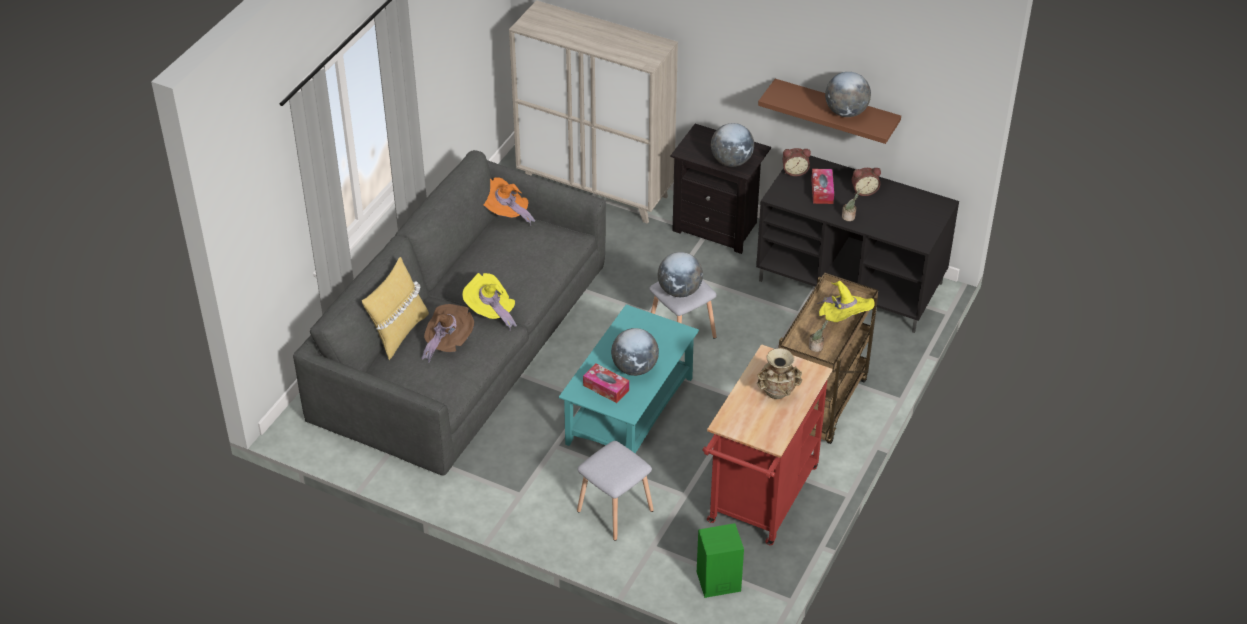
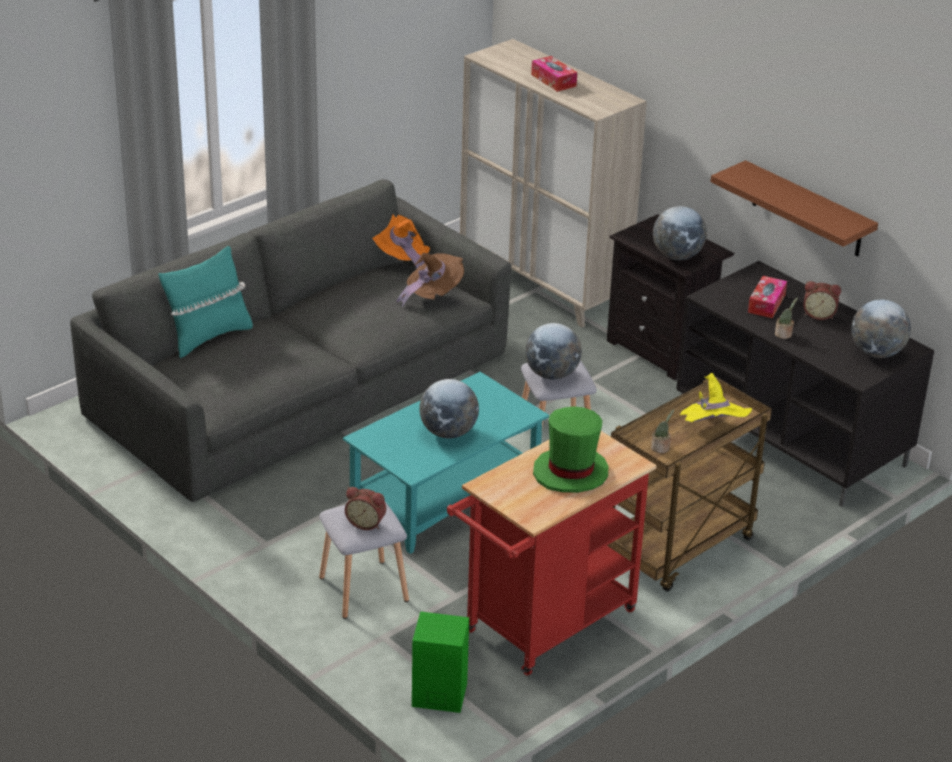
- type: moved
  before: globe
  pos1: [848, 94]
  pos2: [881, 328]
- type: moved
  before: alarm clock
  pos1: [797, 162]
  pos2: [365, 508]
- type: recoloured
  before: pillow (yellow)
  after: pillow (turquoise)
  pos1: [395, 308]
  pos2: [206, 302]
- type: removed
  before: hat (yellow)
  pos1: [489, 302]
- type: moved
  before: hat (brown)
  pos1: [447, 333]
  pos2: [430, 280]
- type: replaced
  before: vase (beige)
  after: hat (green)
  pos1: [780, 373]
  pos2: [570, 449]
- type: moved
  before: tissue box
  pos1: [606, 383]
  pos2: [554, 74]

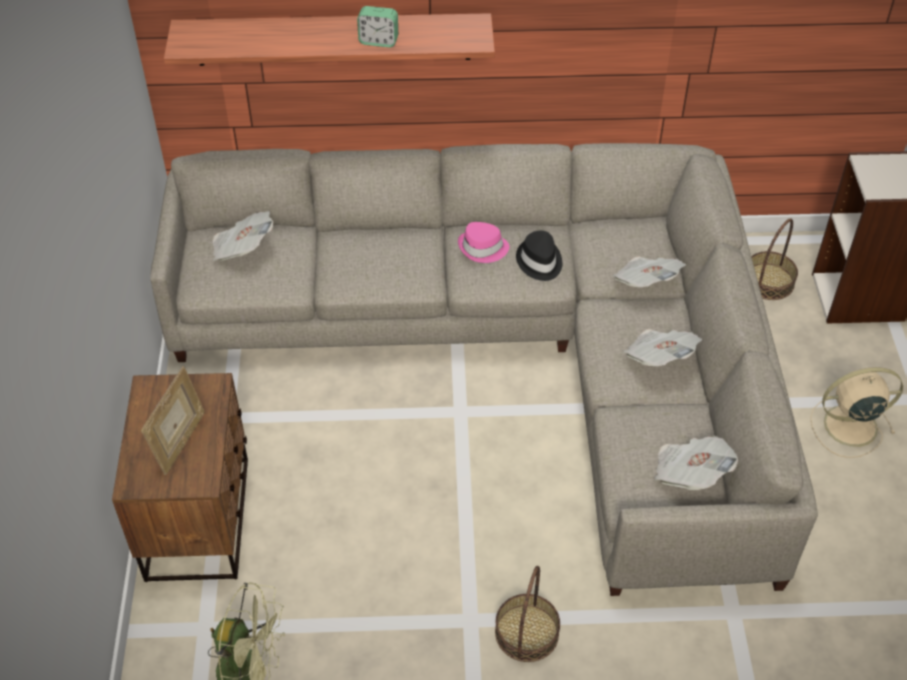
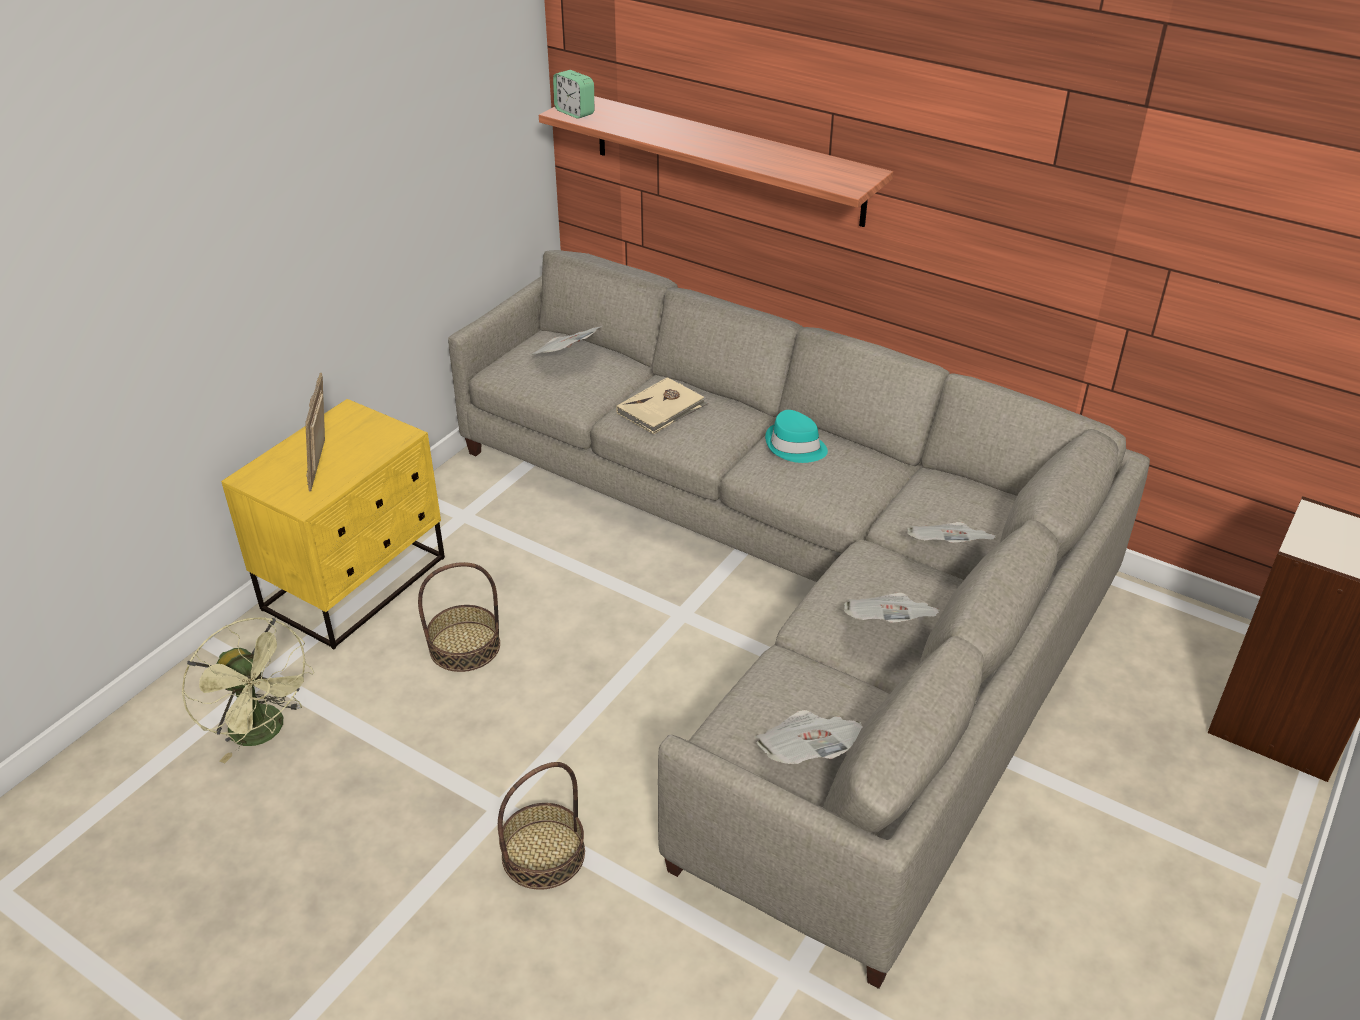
- type: moved
  before: alarm clock
  pos1: [377, 26]
  pos2: [573, 94]
- type: moved
  before: basket
  pos1: [774, 259]
  pos2: [459, 617]
- type: recoloured
  before: hat (pink)
  after: hat (turquoise)
  pos1: [483, 242]
  pos2: [796, 436]
- type: removed
  before: hat (black)
  pos1: [539, 256]
- type: turned
  before: picture frame
  pos1: [173, 420]
  pos2: [315, 432]
  turn: 120
- type: removed
  before: fan (beige)
  pos1: [856, 412]
- type: recoloured
  before: nightstand (brown)
  after: nightstand (yellow)
  pos1: [180, 477]
  pos2: [333, 524]
- type: added
  after: book (beige)
  pos2: [662, 405]

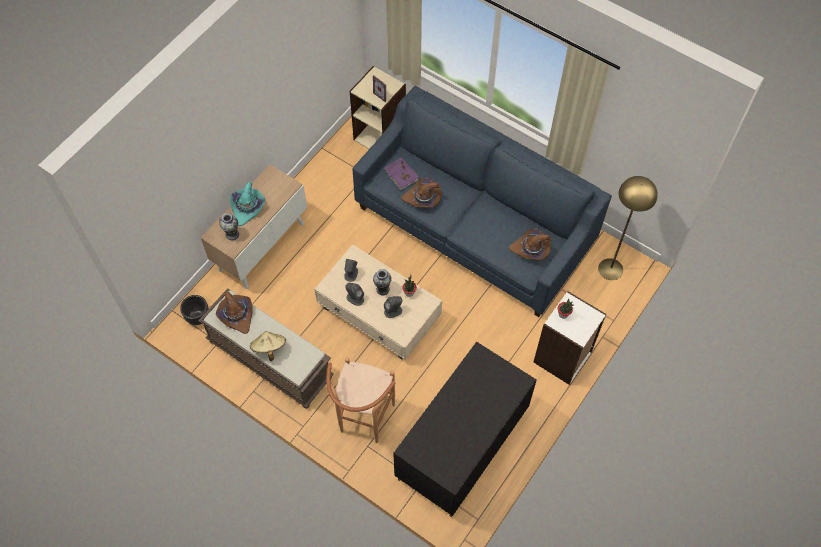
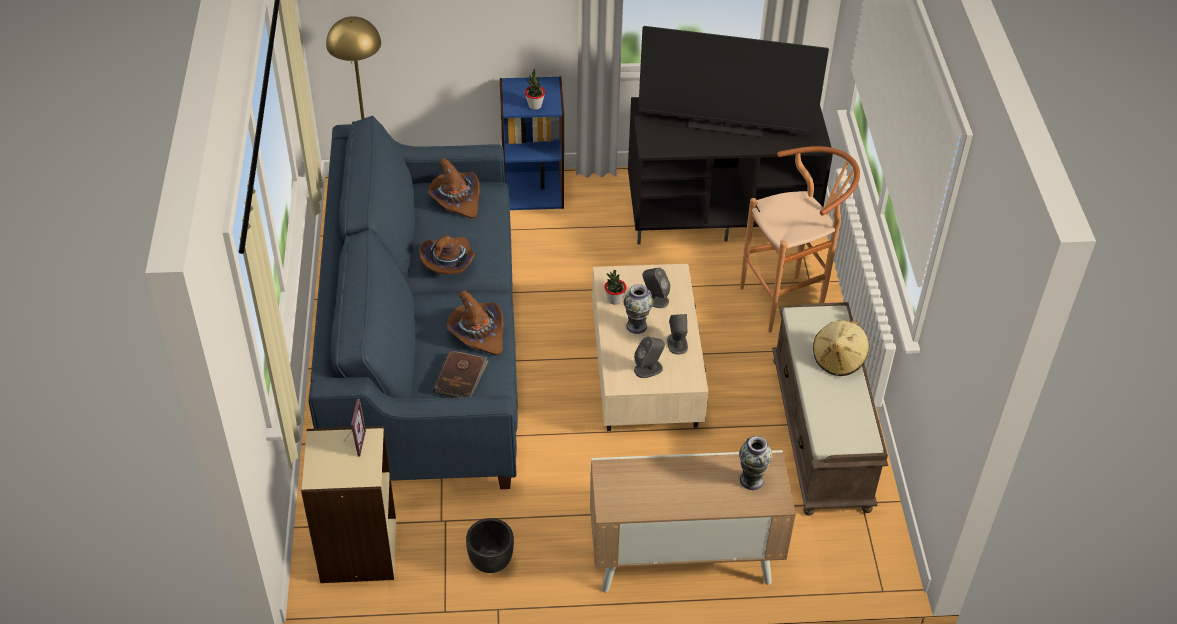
- type: recoloured
  before: book (purple)
  after: book (brown)
  pos1: [401, 173]
  pos2: [461, 374]
- type: removed
  before: hat (turquoise)
  pos1: [247, 204]
- type: moved
  before: hat (brown)
  pos1: [234, 312]
  pos2: [447, 255]
- type: recoloured
  before: bookcase (white)
  after: bookcase (blue)
  pos1: [570, 338]
  pos2: [532, 143]
- type: moved
  before: planter (black)
  pos1: [194, 310]
  pos2: [490, 545]
- type: added
  after: television
  pos2: [733, 81]

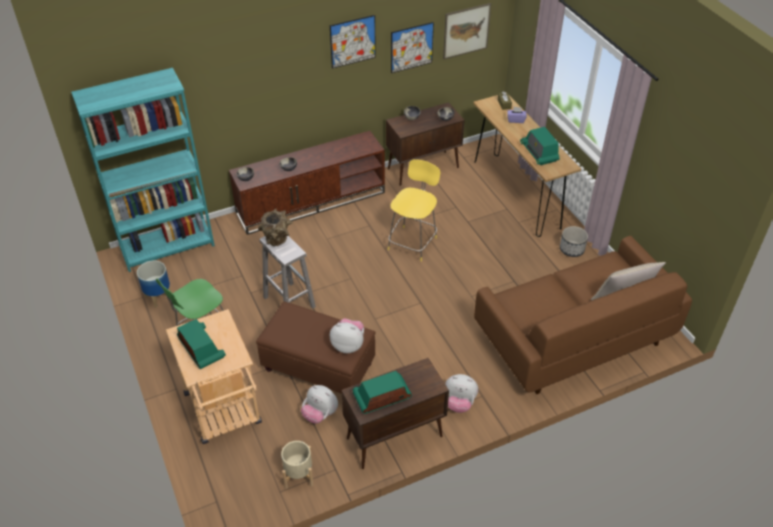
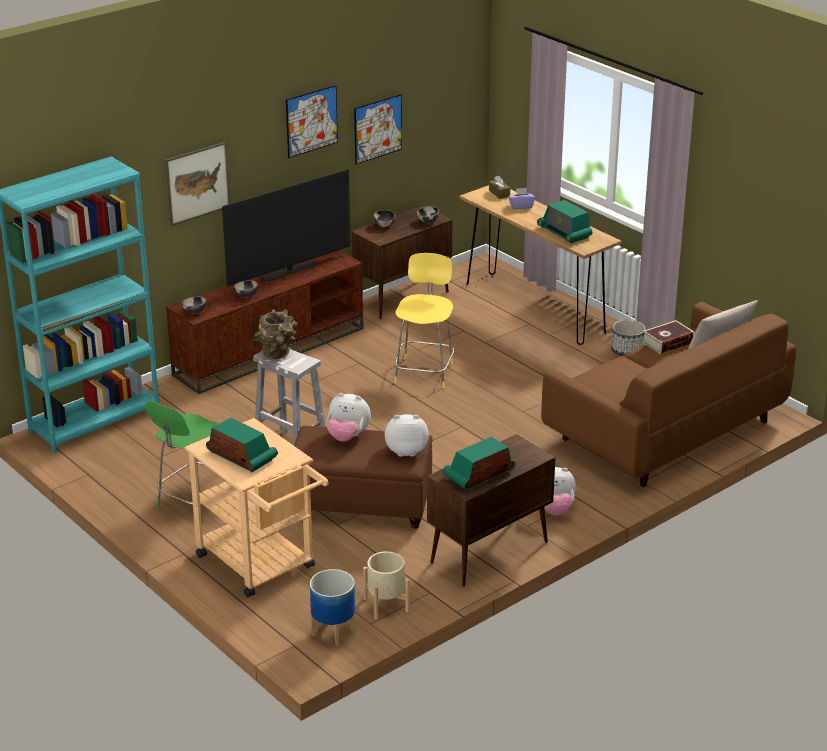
- type: moved
  before: picture
  pos1: [467, 31]
  pos2: [197, 184]
- type: moved
  before: planter
  pos1: [154, 284]
  pos2: [333, 607]
- type: moved
  before: plush toy
  pos1: [319, 404]
  pos2: [349, 417]
- type: added
  after: television
  pos2: [286, 227]
- type: added
  after: book
  pos2: [668, 337]

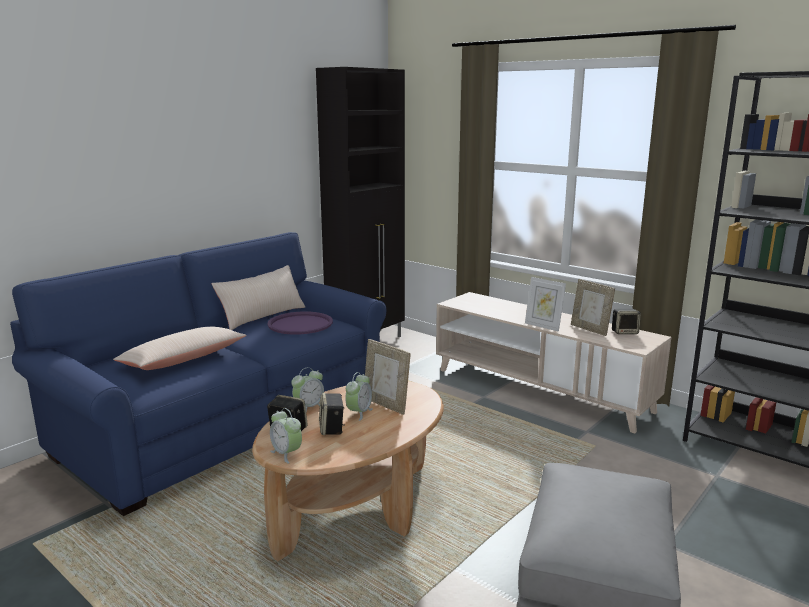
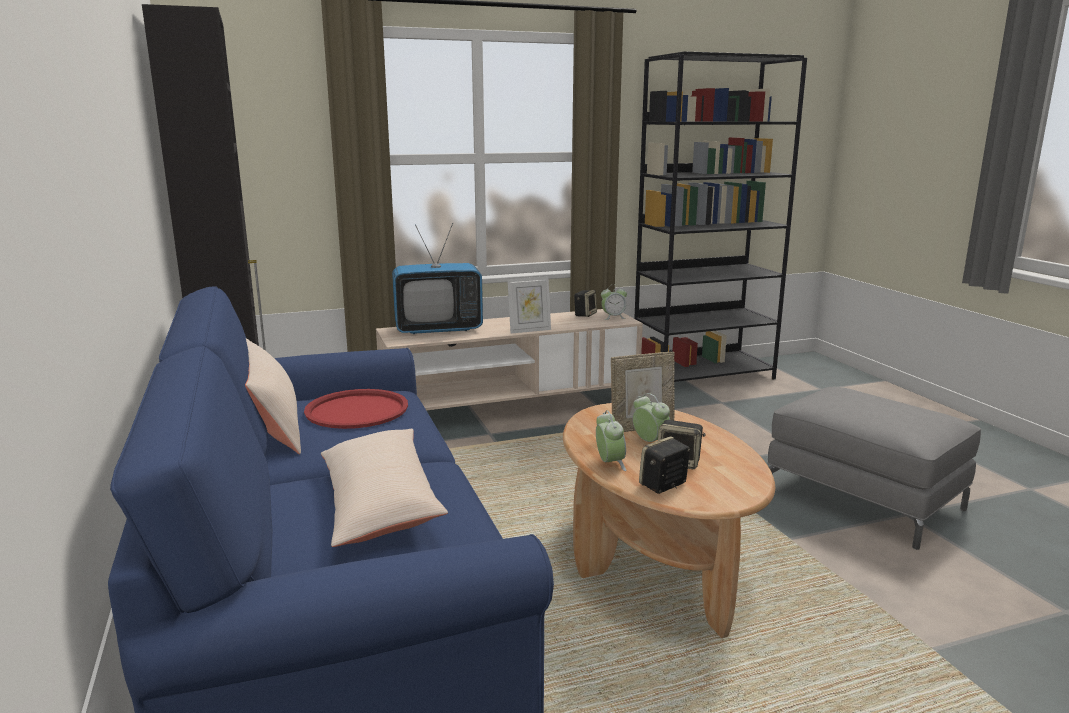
- type: removed
  before: picture frame
  pos1: [593, 307]
- type: recoloured
  before: tray (purple)
  after: tray (red)
  pos1: [300, 323]
  pos2: [356, 409]
- type: moved
  before: alarm clock
  pos1: [286, 435]
  pos2: [614, 302]
- type: added
  after: television
  pos2: [437, 278]

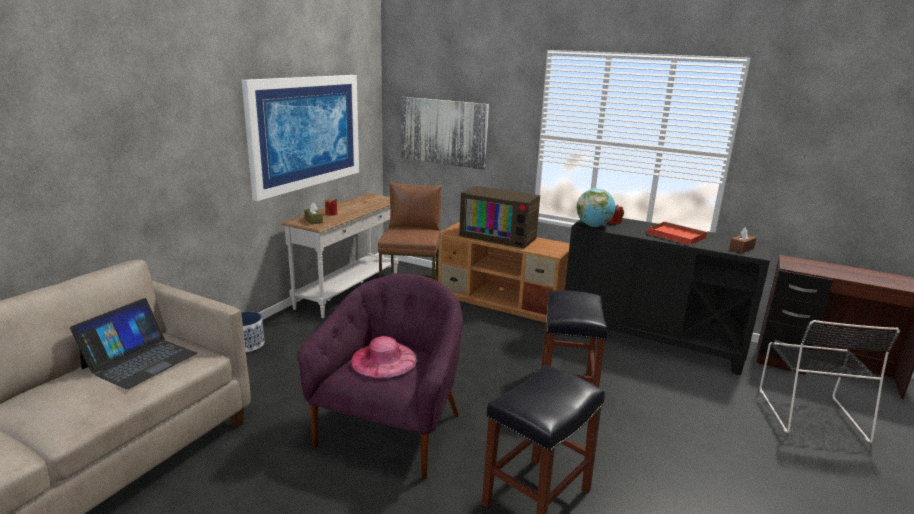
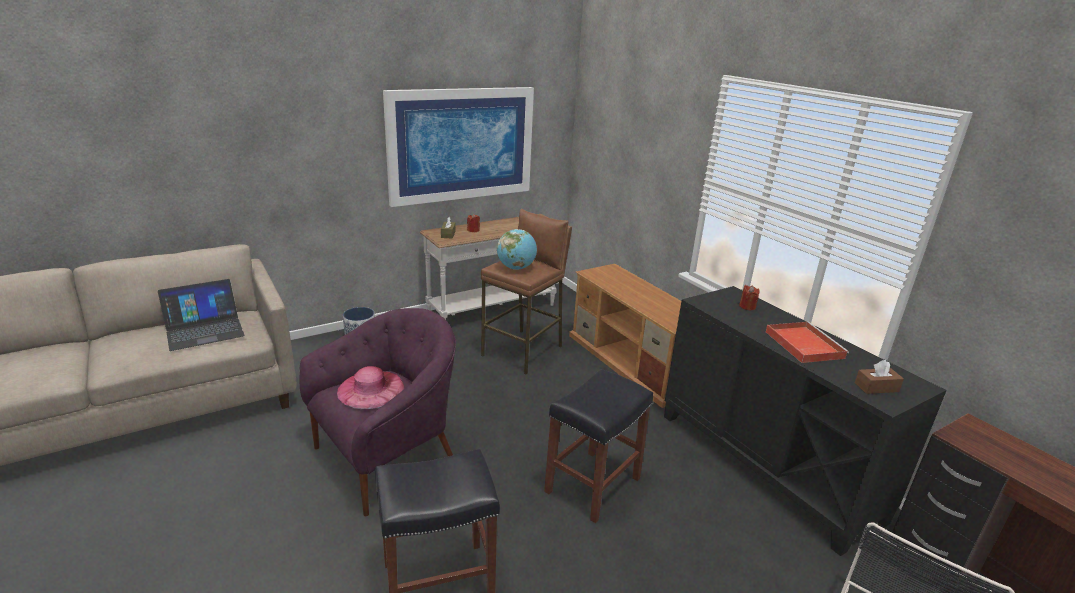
- type: removed
  before: picture
  pos1: [445, 133]
- type: removed
  before: television
  pos1: [499, 217]
- type: moved
  before: globe
  pos1: [596, 207]
  pos2: [517, 249]

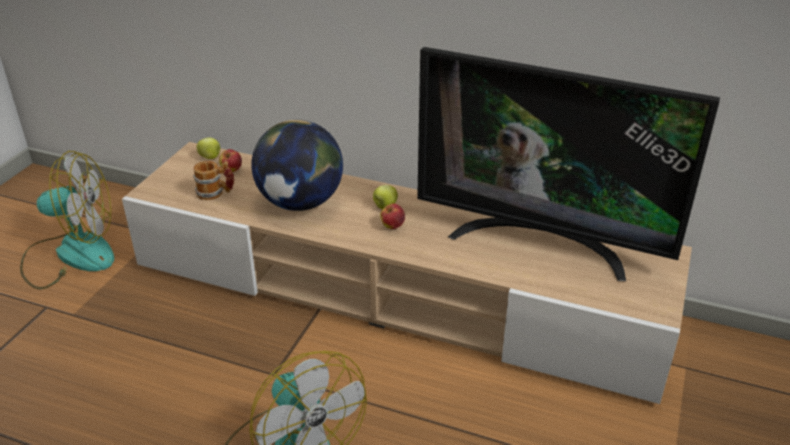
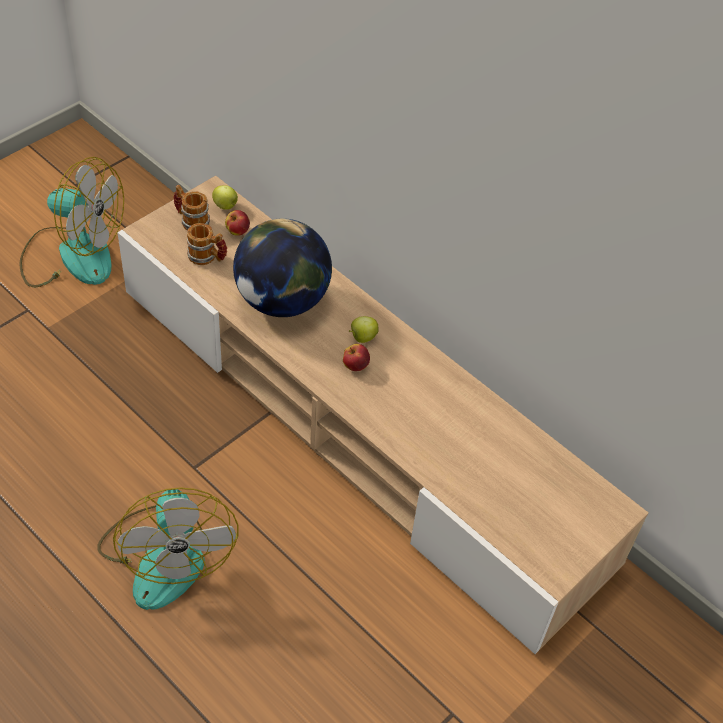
- type: removed
  before: television
  pos1: [568, 164]
- type: added
  after: mug
  pos2: [191, 207]

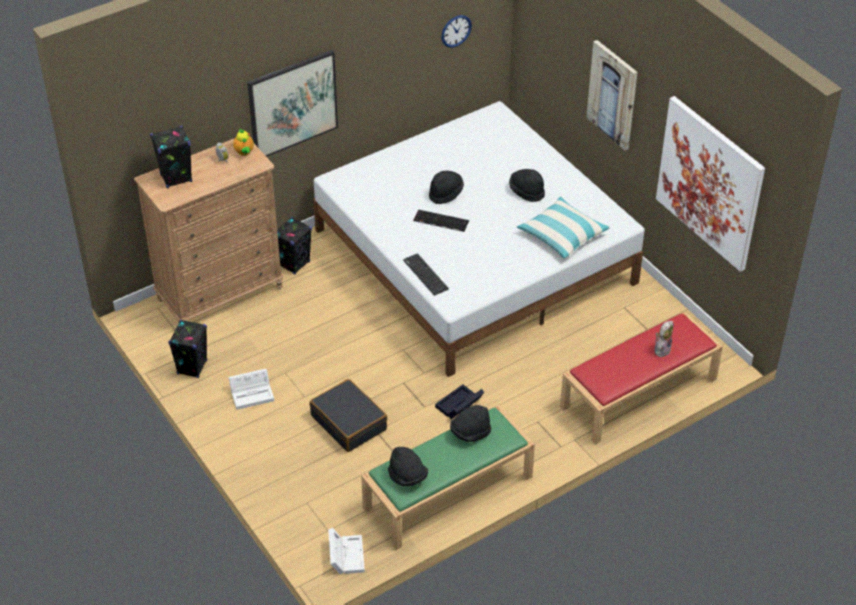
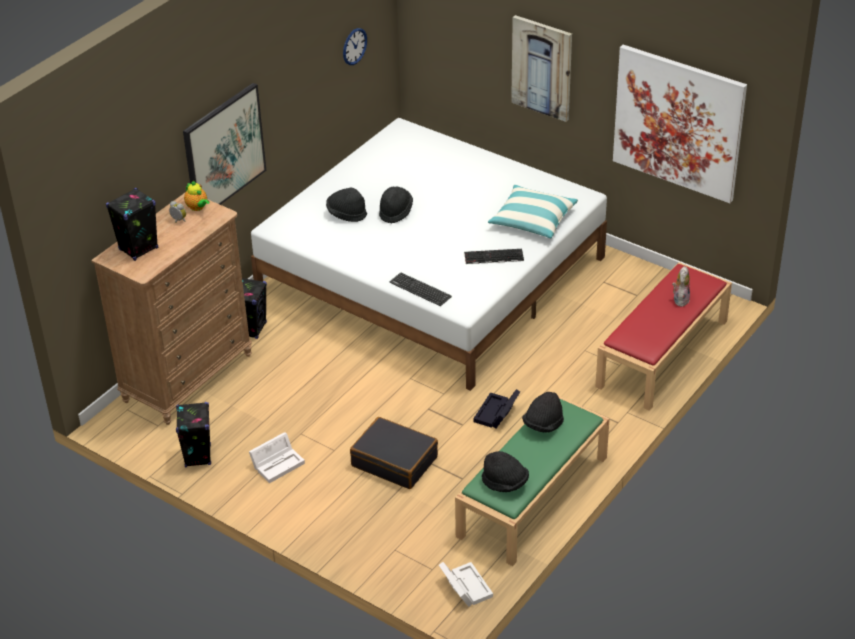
- type: moved
  before: hat (black)
  pos1: [527, 185]
  pos2: [346, 204]
- type: moved
  before: keyboard
  pos1: [441, 221]
  pos2: [494, 256]

